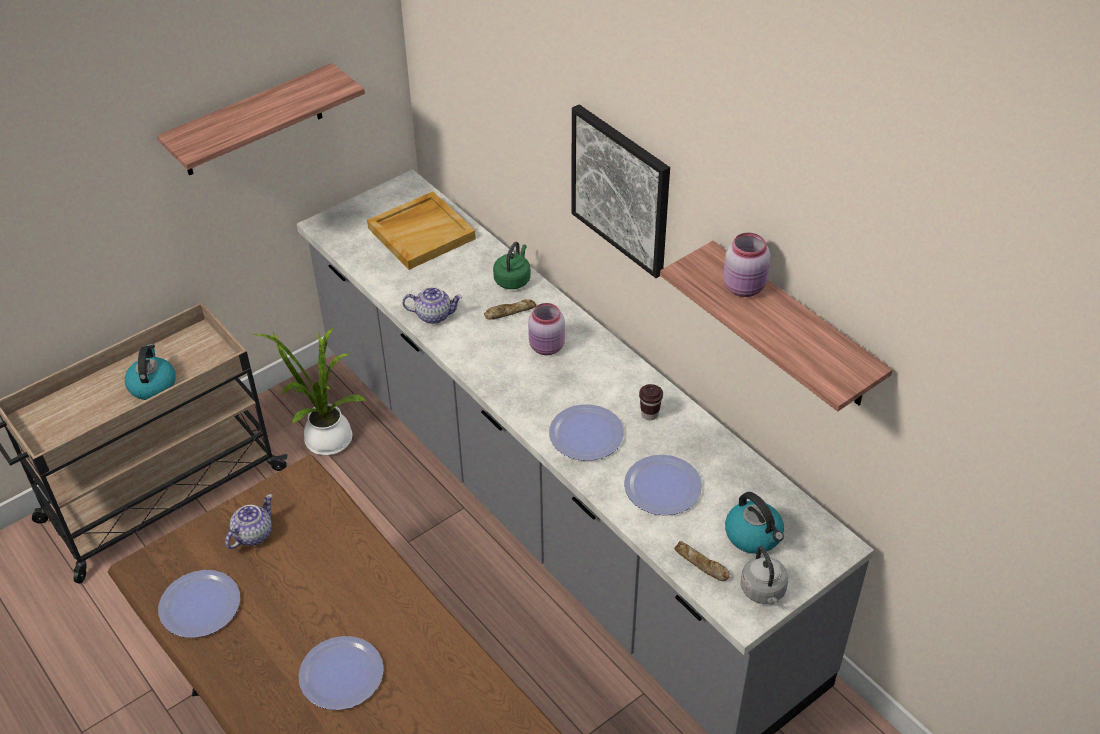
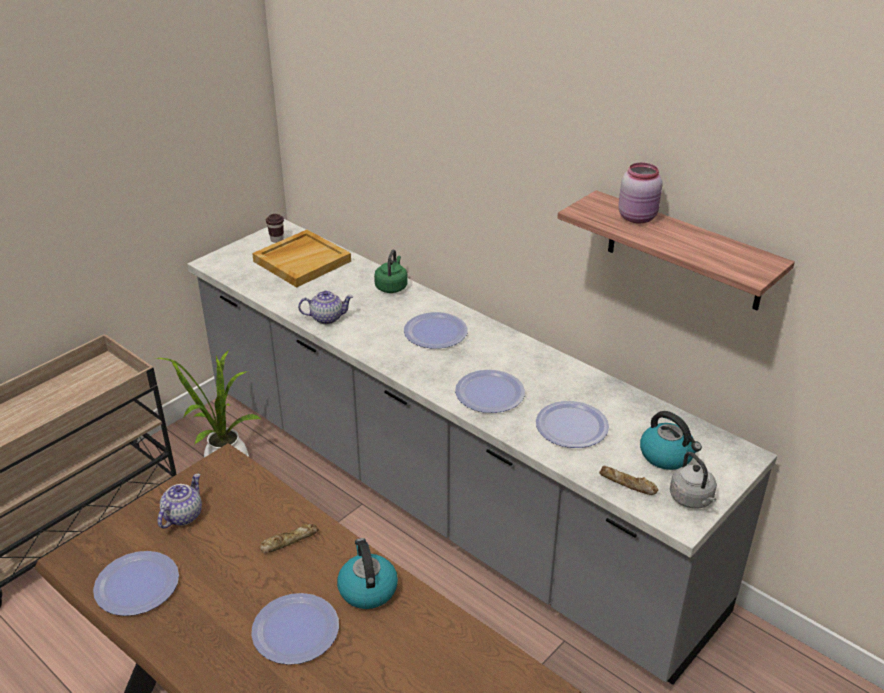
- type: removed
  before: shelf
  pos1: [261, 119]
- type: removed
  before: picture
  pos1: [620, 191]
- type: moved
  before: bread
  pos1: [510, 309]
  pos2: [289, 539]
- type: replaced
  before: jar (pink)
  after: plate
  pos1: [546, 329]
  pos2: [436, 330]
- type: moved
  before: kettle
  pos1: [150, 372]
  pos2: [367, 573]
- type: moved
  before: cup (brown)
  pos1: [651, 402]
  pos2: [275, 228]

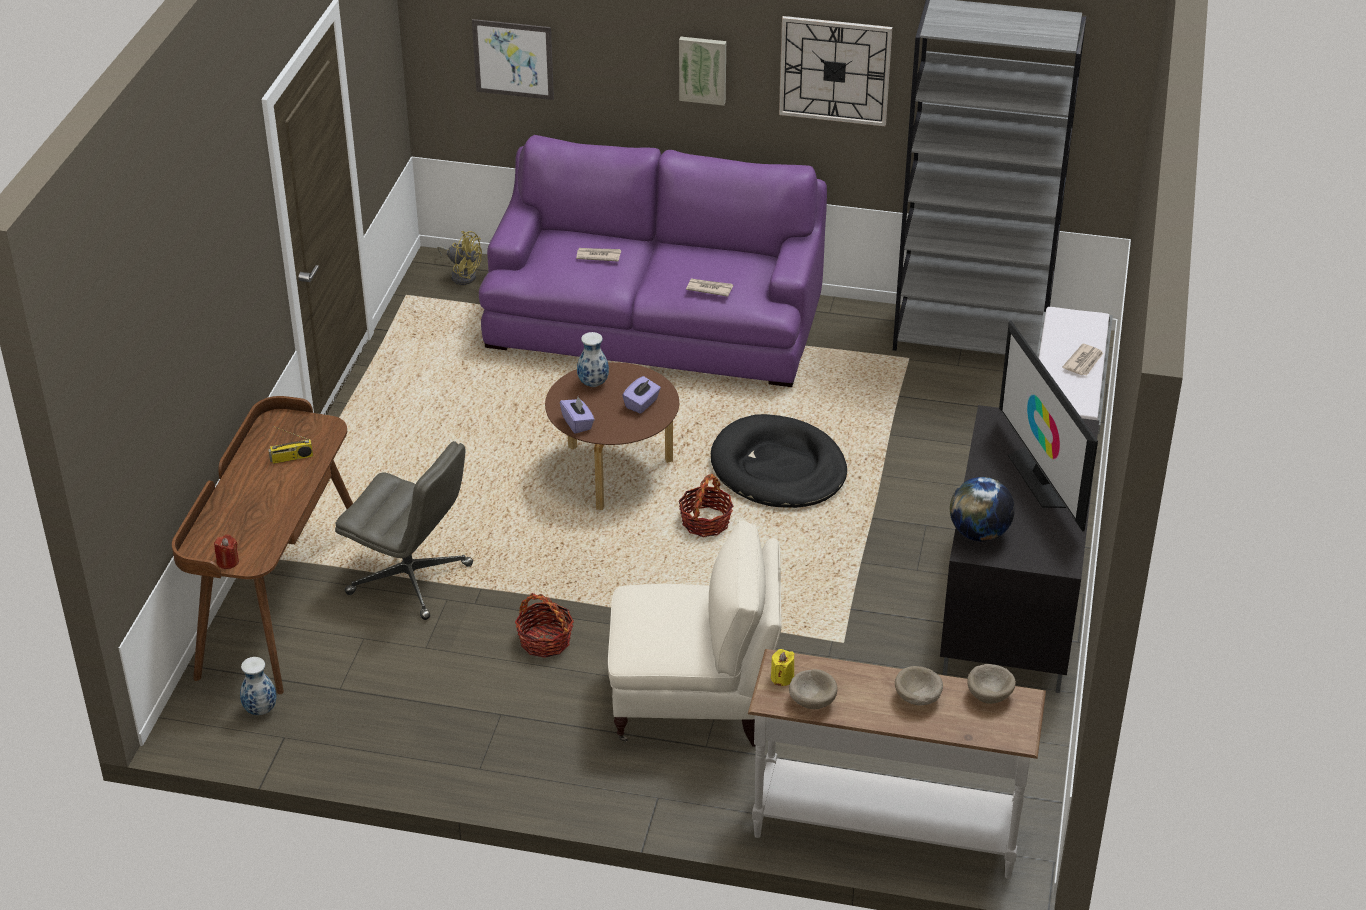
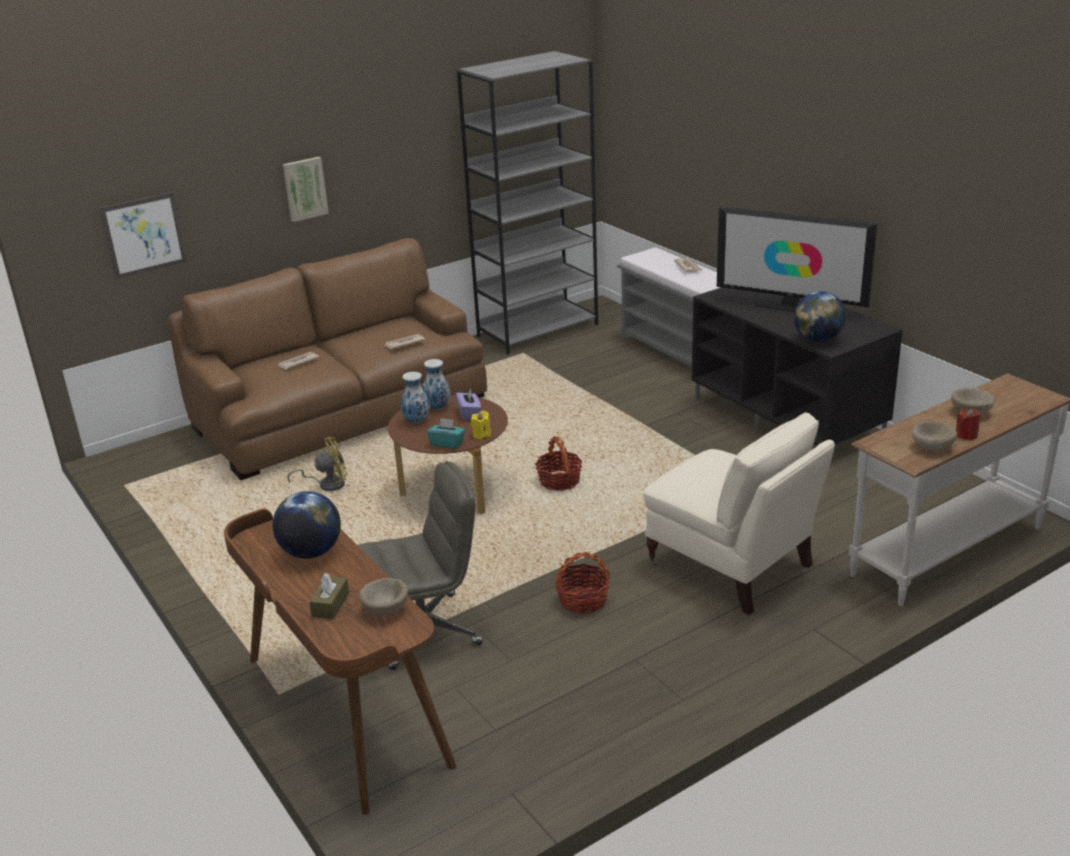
- type: removed
  before: wall clock
  pos1: [835, 71]
- type: recoloured
  before: sofa (purple)
  after: sofa (brown)
  pos1: [653, 261]
  pos2: [327, 359]
- type: moved
  before: fan (yellow)
  pos1: [459, 258]
  pos2: [317, 464]
- type: recoloured
  before: tissue box (purple)
  after: tissue box (turquoise)
  pos1: [577, 415]
  pos2: [446, 433]
- type: removed
  before: dog bed (black)
  pos1: [779, 461]
- type: replaced
  before: radio
  after: globe
  pos1: [290, 445]
  pos2: [307, 525]
- type: turned
  before: armchair (beige)
  pos1: [695, 633]
  pos2: [739, 513]
  turn: 90
- type: moved
  before: candle (red)
  pos1: [226, 551]
  pos2: [968, 424]
- type: moved
  before: candle (yellow)
  pos1: [783, 667]
  pos2: [481, 425]
- type: moved
  before: vase
  pos1: [258, 686]
  pos2: [436, 384]
- type: moved
  before: bowl (beige)
  pos1: [991, 684]
  pos2: [383, 597]
- type: added
  after: tissue box (brown)
  pos2: [329, 596]

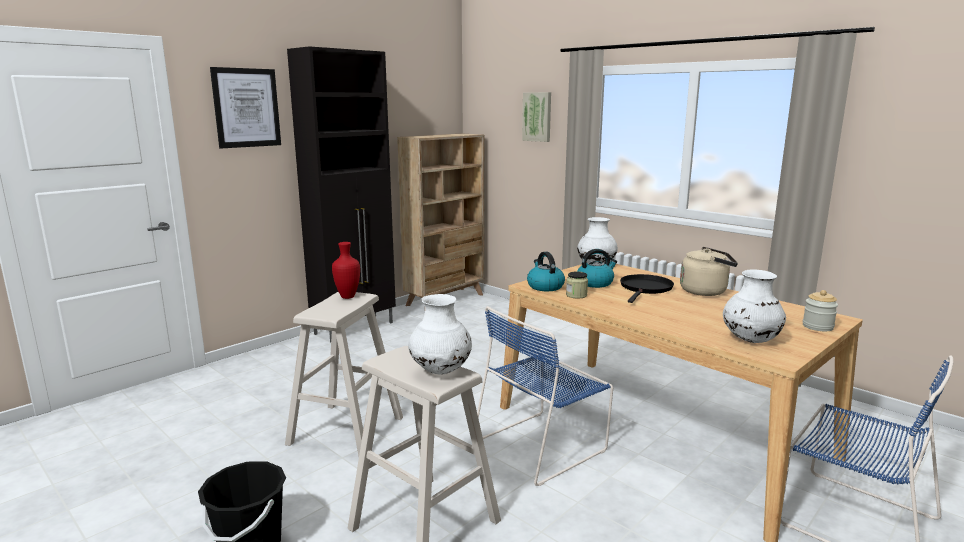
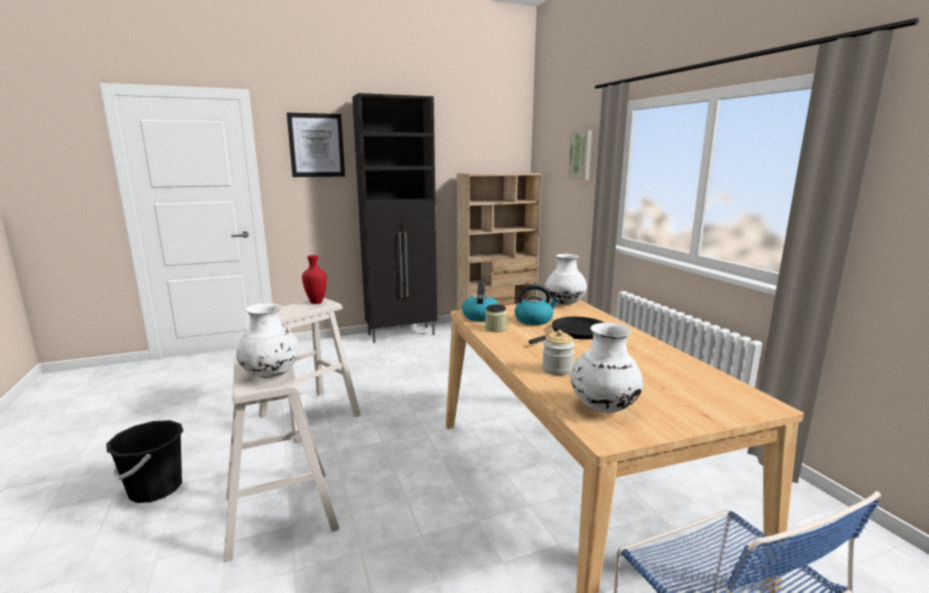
- type: removed
  before: kettle (beige)
  pos1: [709, 271]
- type: moved
  before: jar
  pos1: [820, 310]
  pos2: [558, 352]
- type: removed
  before: chair (blue)
  pos1: [545, 396]

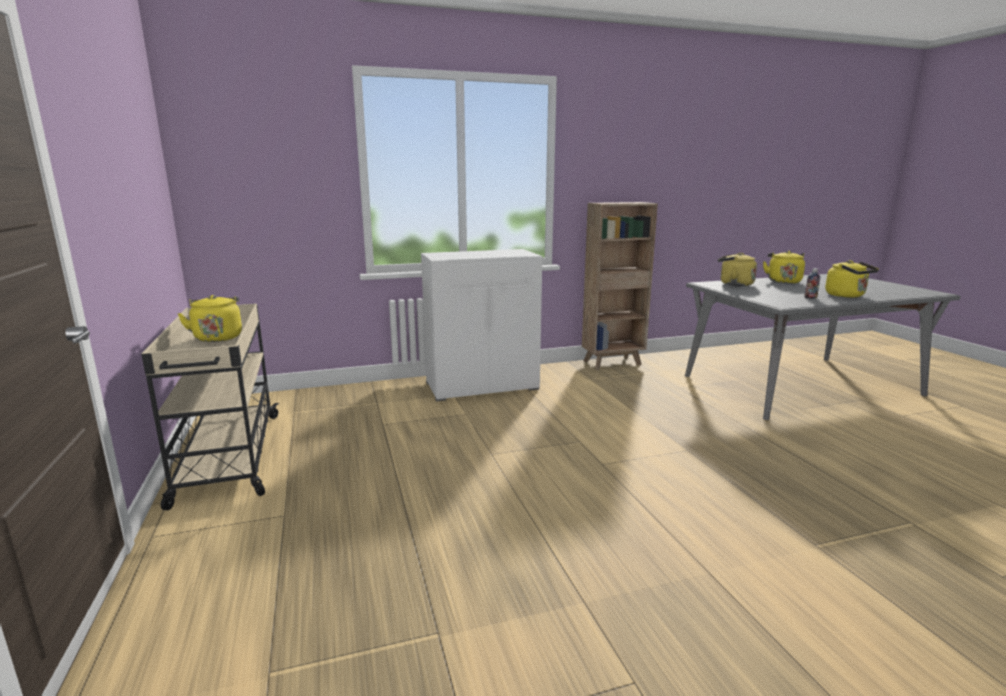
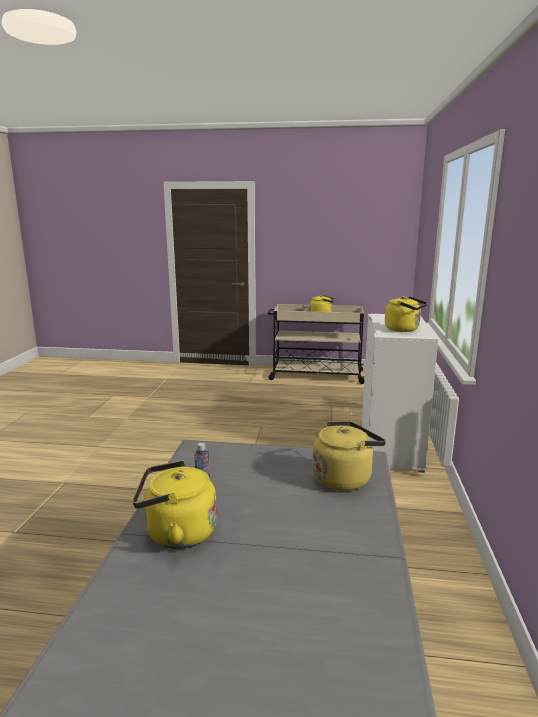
- type: removed
  before: bookcase (brown)
  pos1: [620, 286]
- type: moved
  before: kettle (yellow)
  pos1: [784, 267]
  pos2: [406, 314]

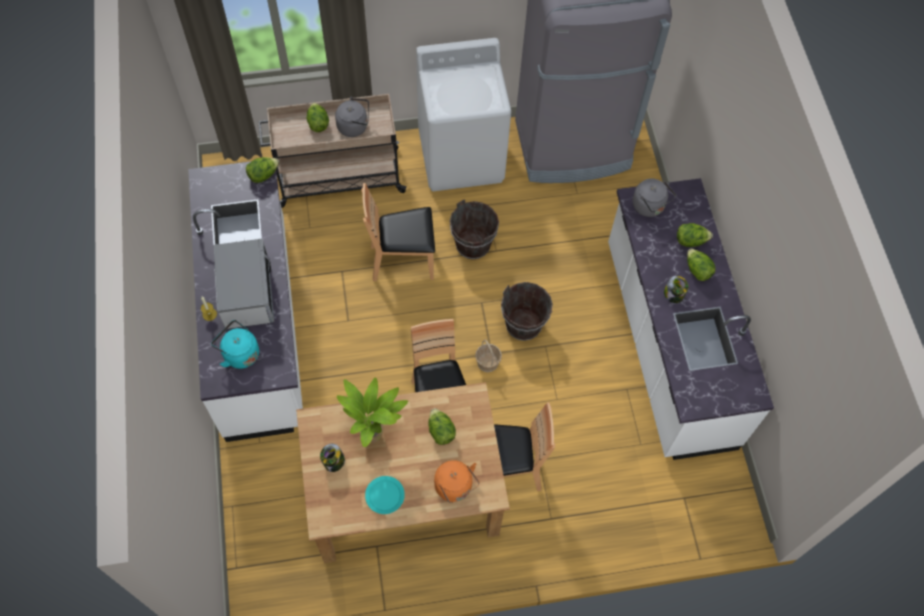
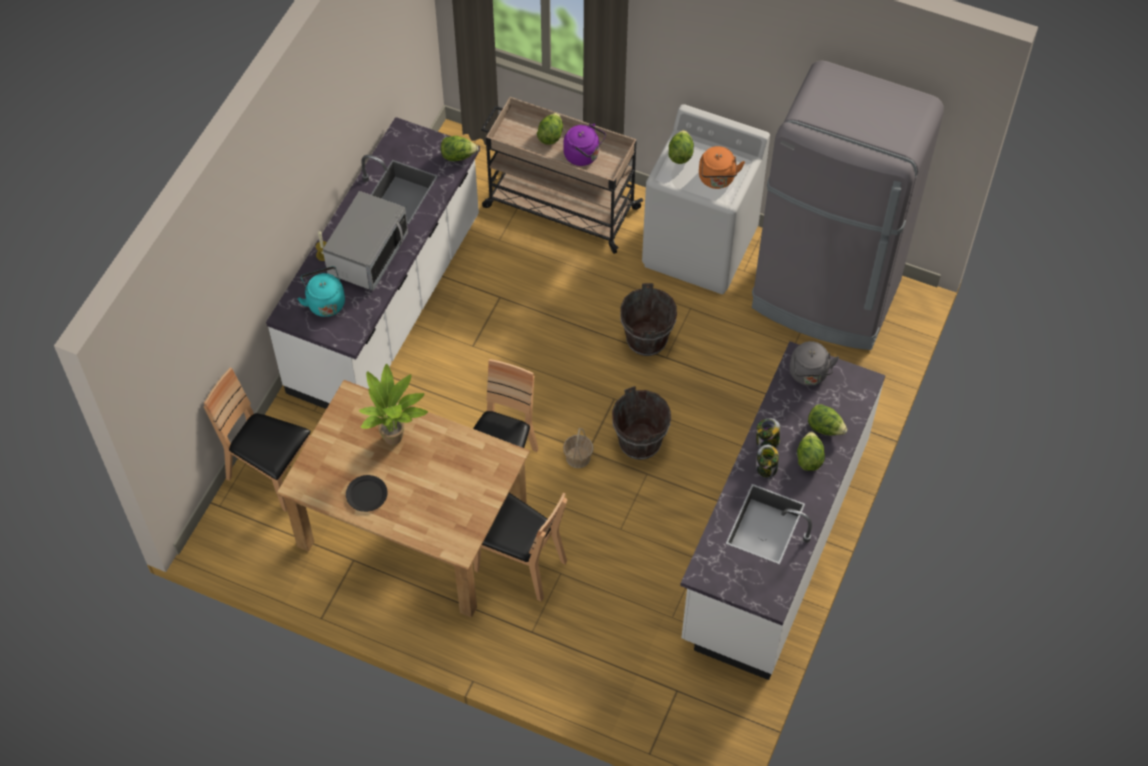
- type: recoloured
  before: kettle (grey)
  after: kettle (purple)
  pos1: [352, 117]
  pos2: [584, 144]
- type: moved
  before: chair (brown)
  pos1: [398, 232]
  pos2: [257, 440]
- type: moved
  before: lettuce
  pos1: [442, 426]
  pos2: [681, 147]
- type: moved
  before: jar
  pos1: [332, 458]
  pos2: [768, 433]
- type: moved
  before: kettle (orange)
  pos1: [456, 481]
  pos2: [722, 167]
- type: recoloured
  before: plate (turquoise)
  after: plate (black)
  pos1: [385, 495]
  pos2: [367, 493]

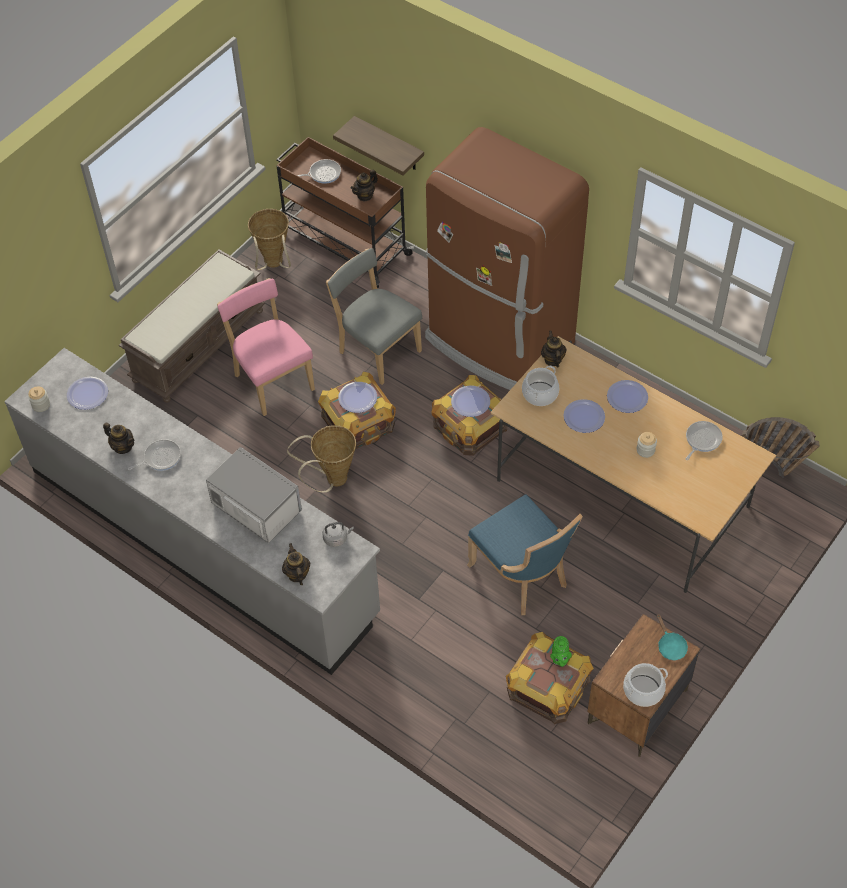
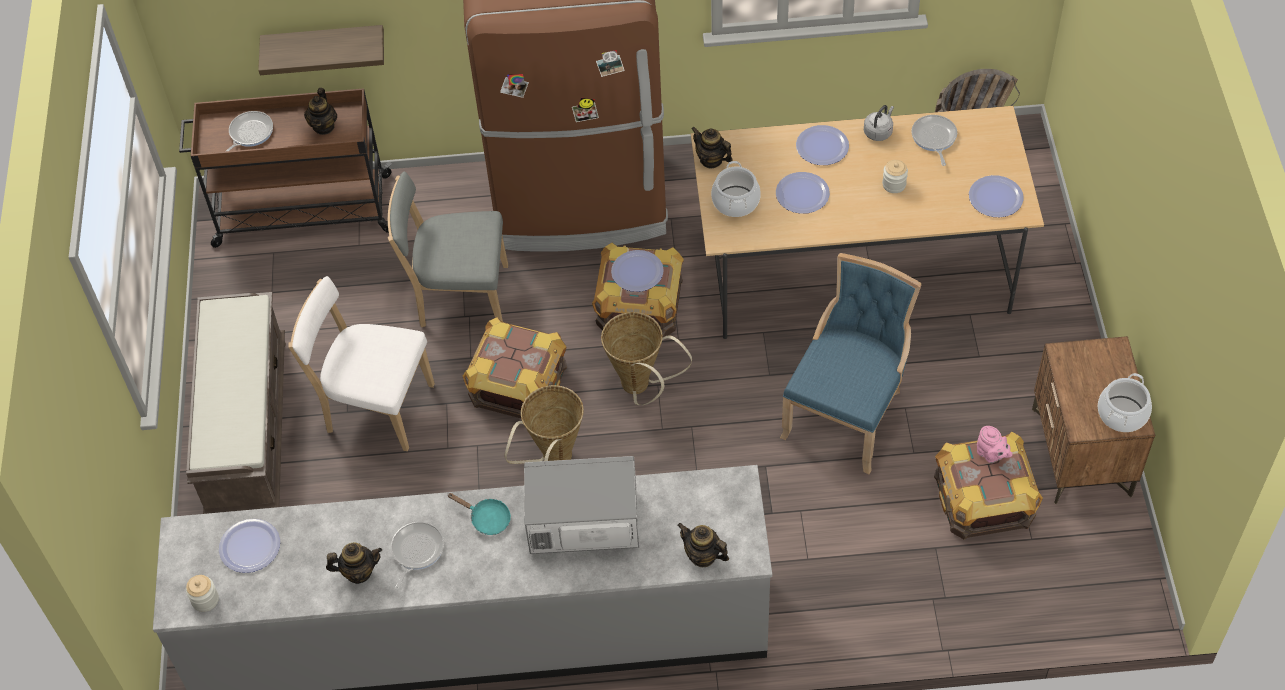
- type: moved
  before: basket
  pos1: [269, 239]
  pos2: [646, 358]
- type: recoloured
  before: chair (pink)
  after: chair (white)
  pos1: [266, 347]
  pos2: [361, 363]
- type: moved
  before: plate
  pos1: [357, 397]
  pos2: [996, 196]
- type: turned
  before: chair (blue)
  pos1: [525, 554]
  pos2: [851, 363]
  turn: -75
- type: moved
  before: kettle (grey)
  pos1: [338, 534]
  pos2: [879, 123]
- type: moved
  before: frying pan (turquoise)
  pos1: [672, 637]
  pos2: [479, 514]
- type: recoloured
  before: teapot (green)
  after: teapot (pink)
  pos1: [561, 651]
  pos2: [994, 444]

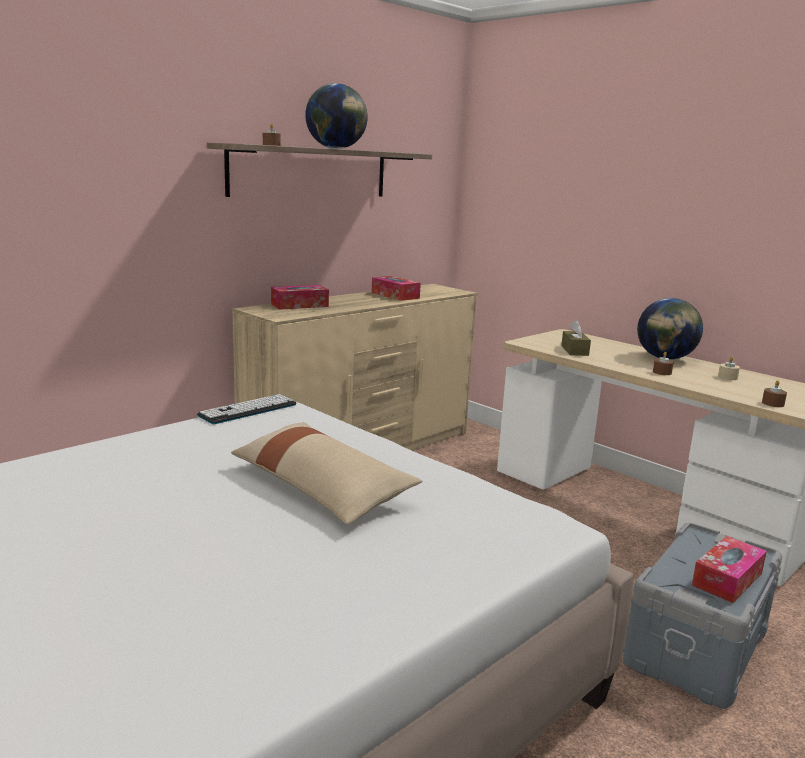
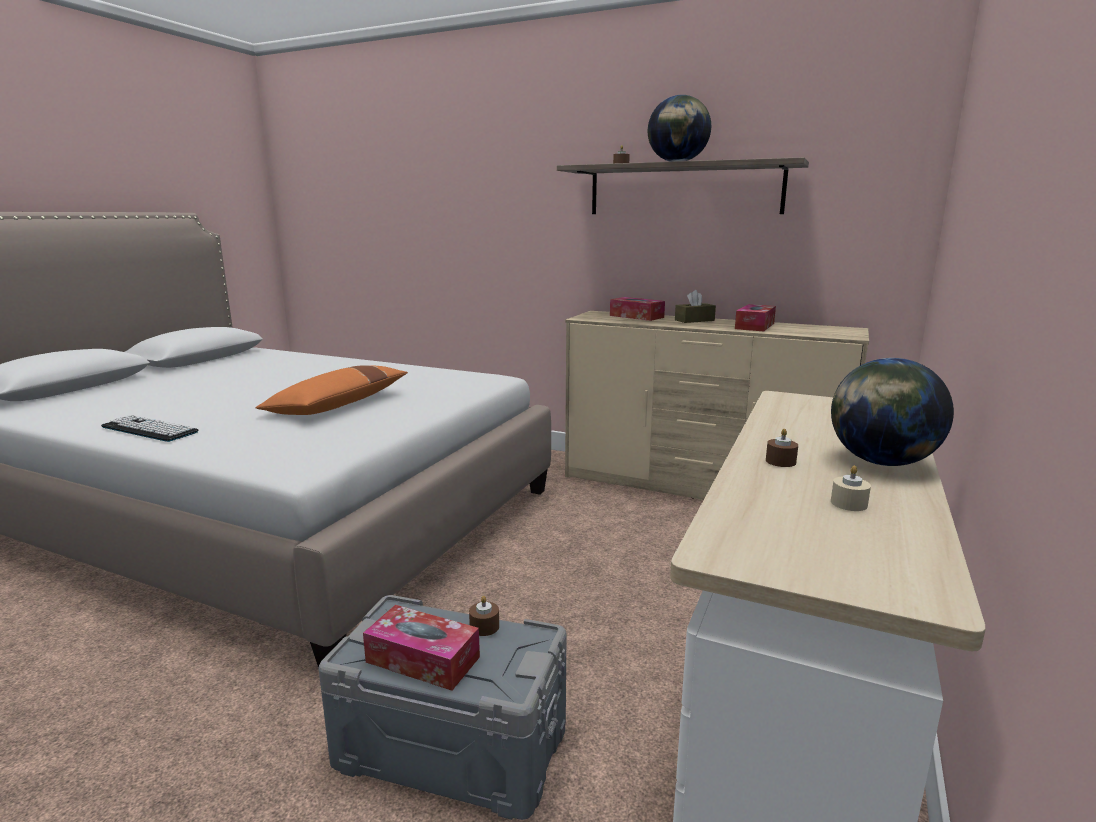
- type: moved
  before: tissue box (brown)
  pos1: [576, 338]
  pos2: [695, 306]
- type: moved
  before: candle (brown)
  pos1: [774, 393]
  pos2: [484, 616]
- type: moved
  before: keyboard
  pos1: [247, 409]
  pos2: [149, 428]
- type: recoloured
  before: pillow (beige)
  after: pillow (orange)
  pos1: [327, 473]
  pos2: [331, 390]

